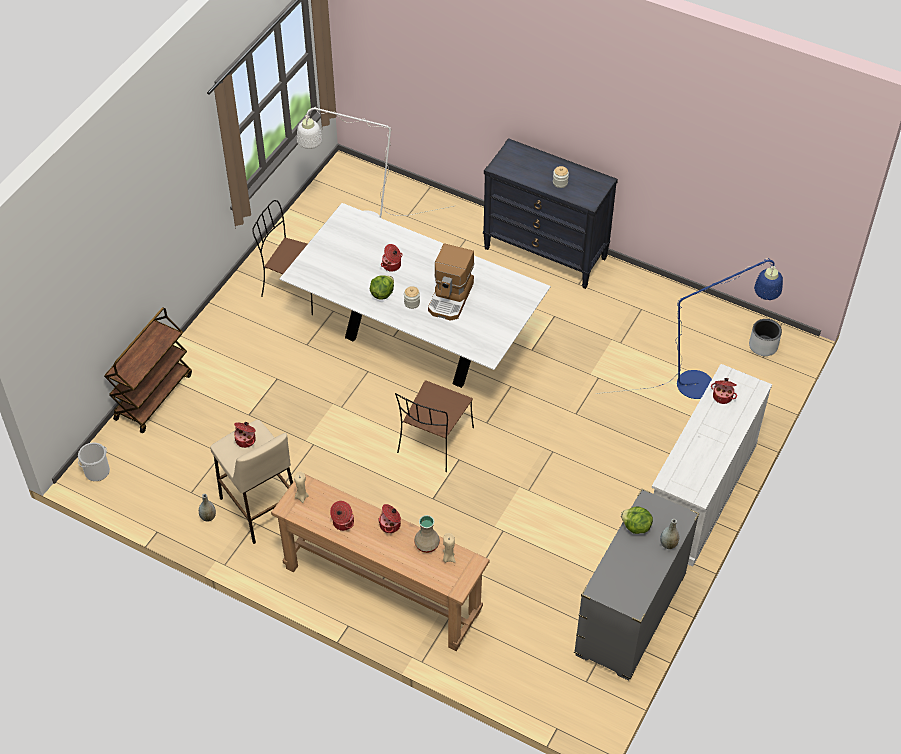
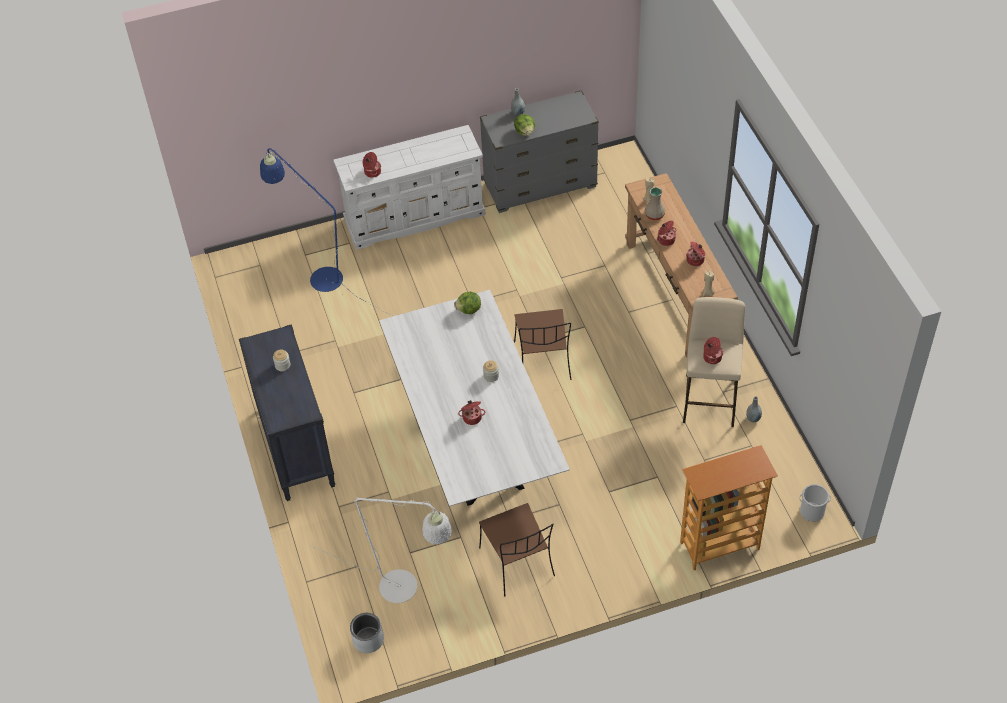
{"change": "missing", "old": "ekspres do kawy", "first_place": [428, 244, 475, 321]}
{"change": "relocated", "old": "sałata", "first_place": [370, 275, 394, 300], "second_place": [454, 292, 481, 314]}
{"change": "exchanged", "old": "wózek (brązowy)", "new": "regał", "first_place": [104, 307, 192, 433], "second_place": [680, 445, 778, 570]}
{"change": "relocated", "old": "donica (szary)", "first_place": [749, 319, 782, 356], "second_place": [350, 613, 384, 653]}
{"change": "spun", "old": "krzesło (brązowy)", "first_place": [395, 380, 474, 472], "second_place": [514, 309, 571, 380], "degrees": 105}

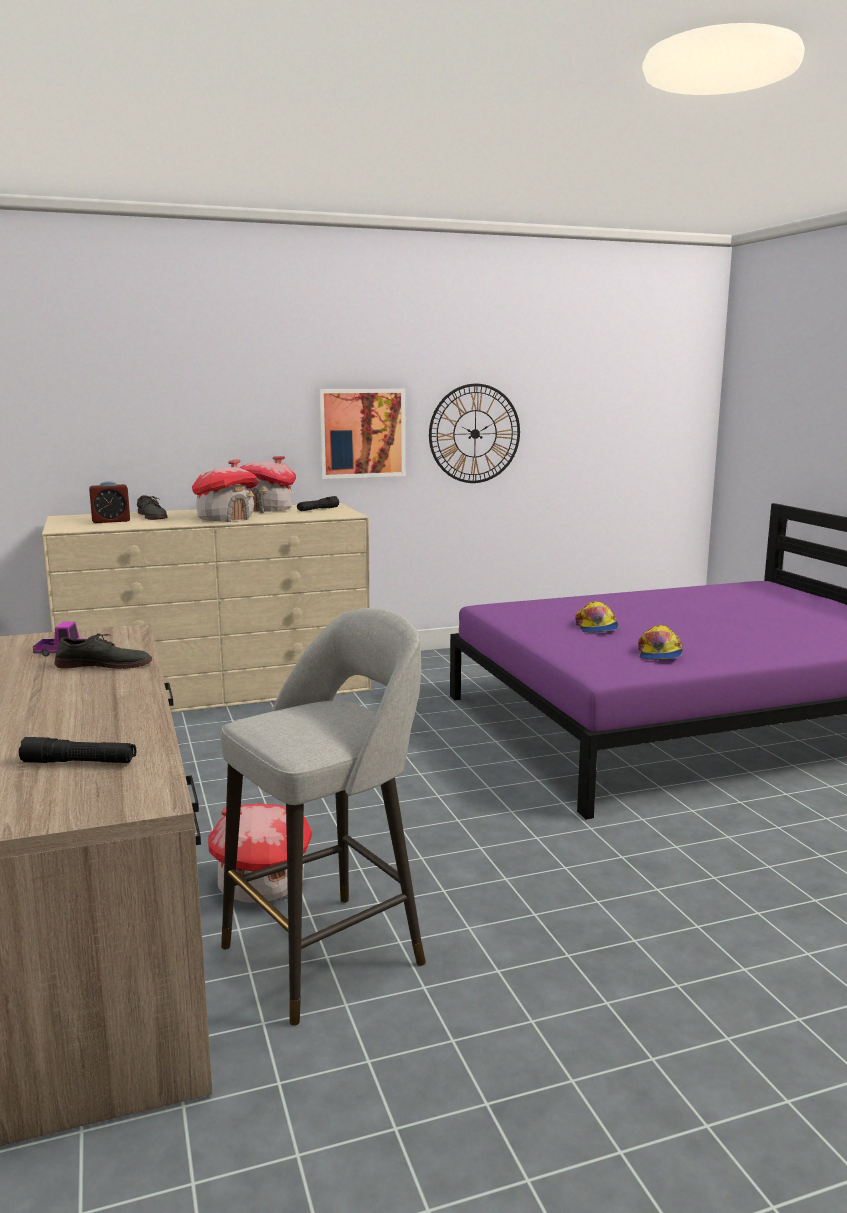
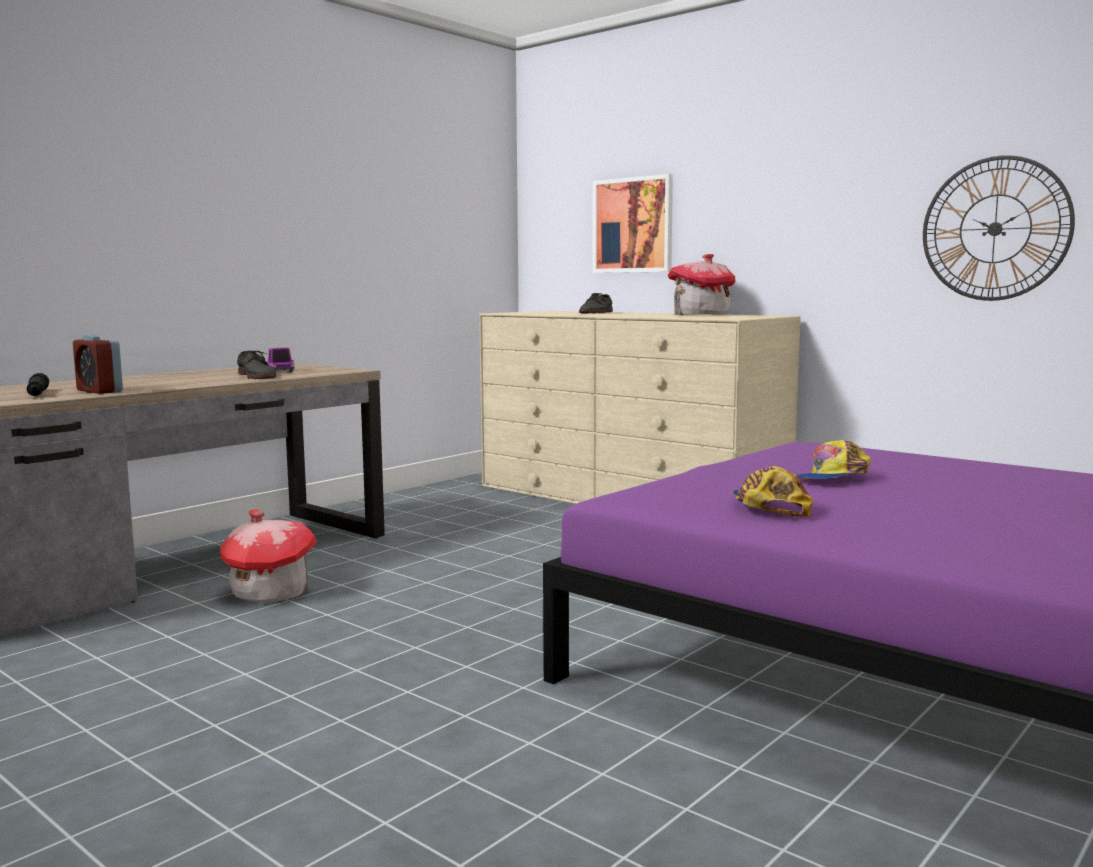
{"change": "relocated", "old": "obraz", "first_place": [319, 389, 405, 479], "second_place": [593, 174, 673, 273]}
{"change": "missing", "old": "domek", "first_place": [192, 459, 259, 522]}
{"change": "relocated", "old": "budzik", "first_place": [89, 481, 130, 523], "second_place": [73, 334, 123, 394]}
{"change": "missing", "old": "latarka (czarny)", "first_place": [297, 496, 339, 511]}
{"change": "missing", "old": "stołek (szary)", "first_place": [221, 608, 426, 1026]}
{"change": "spun", "old": "czapka z daszkiem", "first_place": [638, 625, 683, 660], "second_place": [733, 466, 813, 517], "degrees": 105}

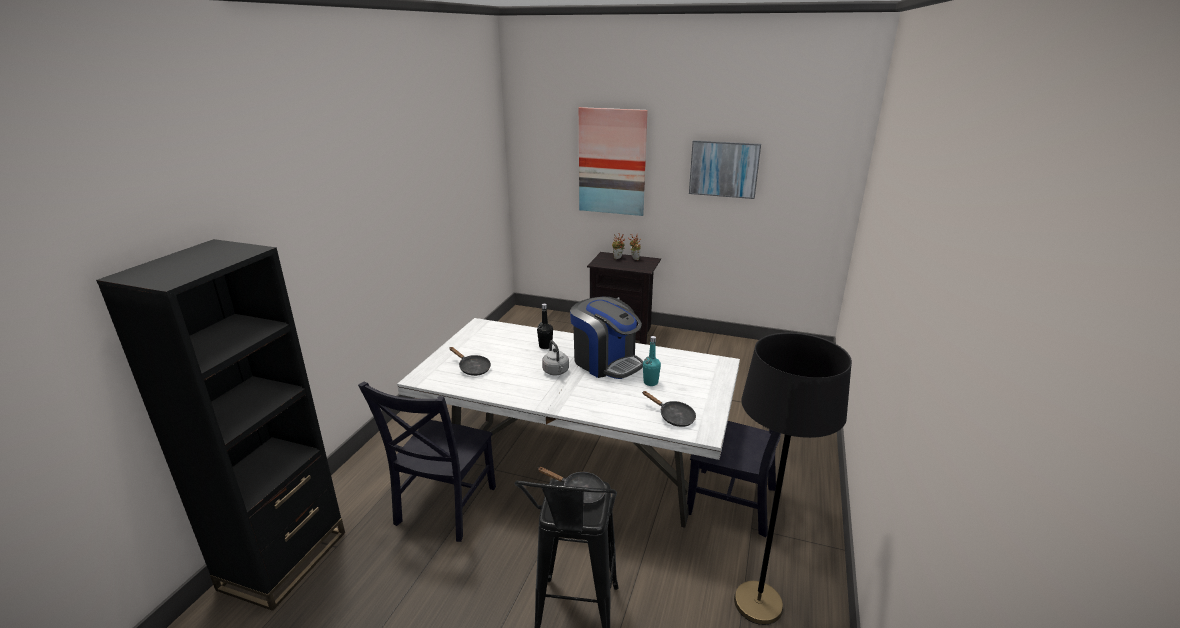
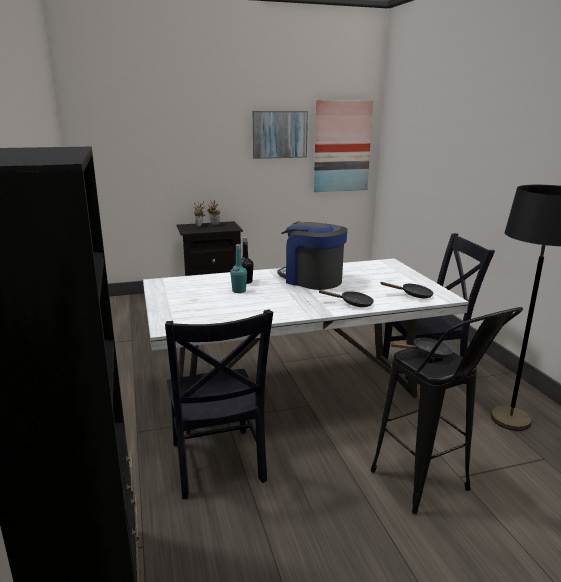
{"change": "relocated", "old": "obraz", "first_place": [579, 107, 648, 216], "second_place": [314, 100, 373, 192]}
{"change": "spun", "old": "ekspres do kawy", "first_place": [570, 297, 643, 379], "second_place": [277, 221, 347, 290], "degrees": -150}
{"change": "relocated", "old": "butelka (turkusowy)", "first_place": [643, 336, 661, 386], "second_place": [230, 244, 247, 293]}
{"change": "missing", "old": "czajnik (szary)", "first_place": [542, 340, 569, 375]}
{"change": "relocated", "old": "patelnia (czarny)", "first_place": [450, 347, 491, 376], "second_place": [318, 290, 374, 307]}

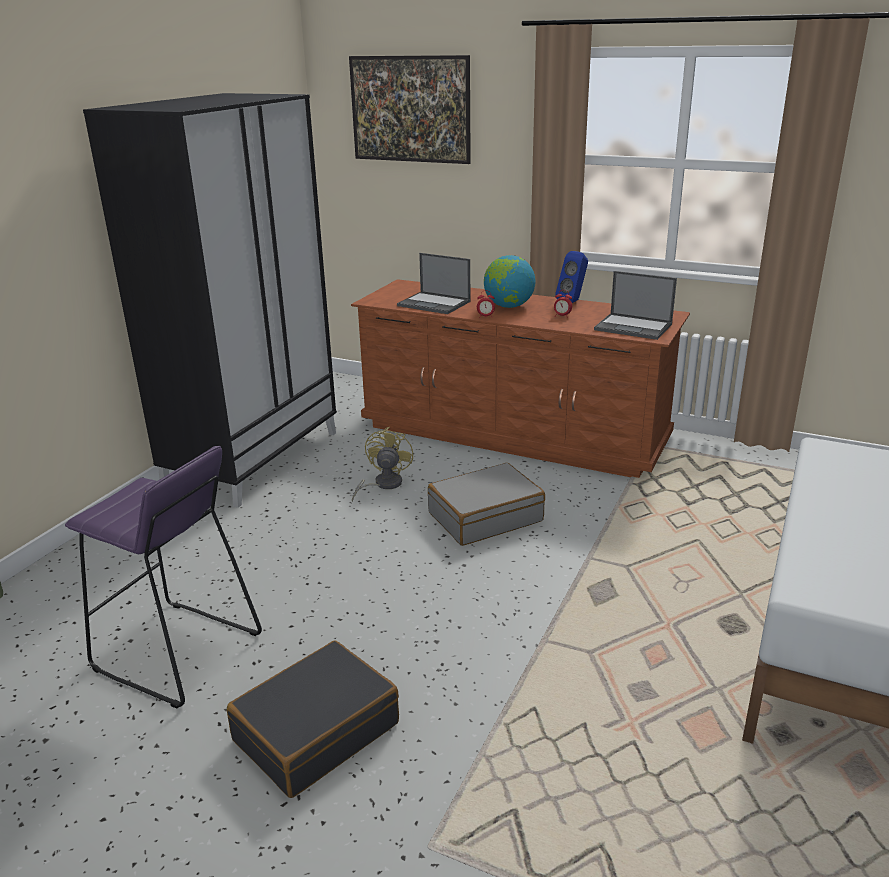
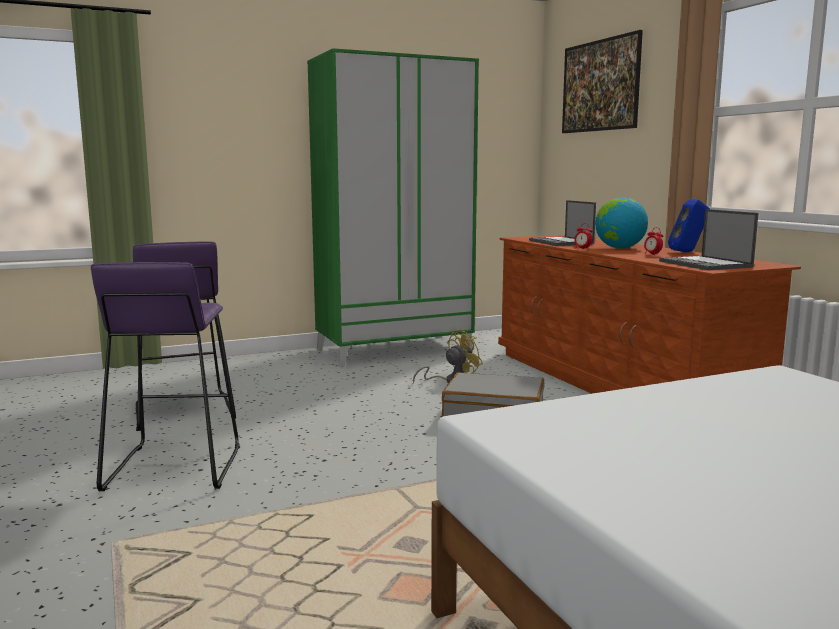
{"change": "colour", "old": "szafa (czarny)", "new": "szafa (zielony)", "first_place": [83, 93, 337, 508], "second_place": [307, 48, 479, 367]}
{"change": "exchanged", "old": "walizka (czarny)", "new": "stołek (fioletowy)", "first_place": [227, 641, 399, 798], "second_place": [91, 262, 240, 491]}

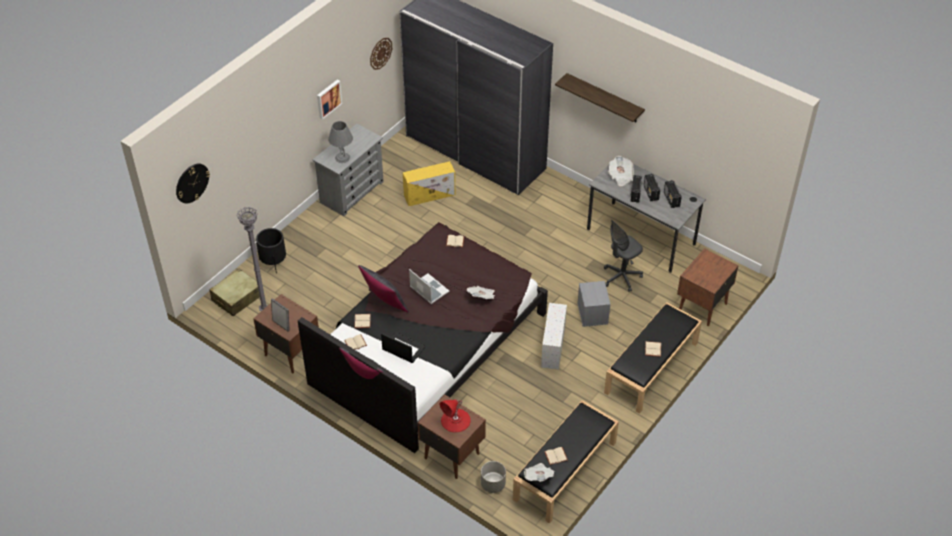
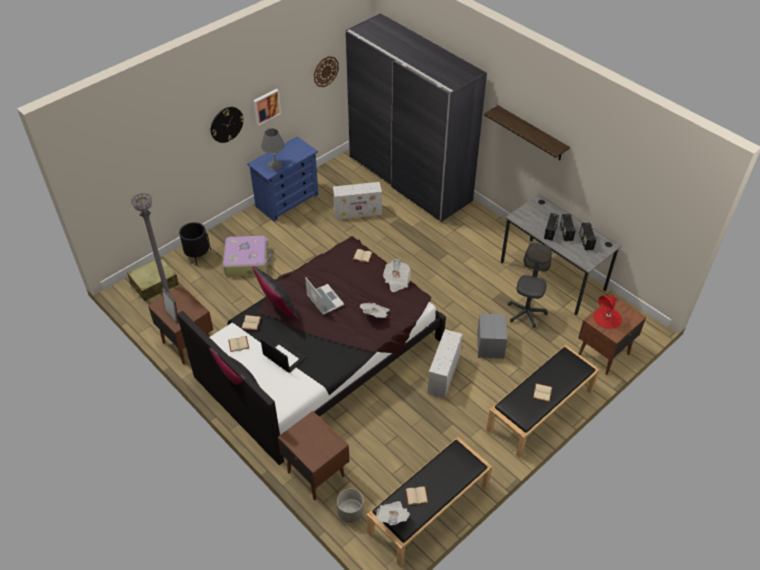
{"change": "colour", "old": "komoda (szary)", "new": "komoda (niebieski)", "first_place": [313, 124, 384, 216], "second_place": [247, 136, 319, 221]}
{"change": "relocated", "old": "gazeta", "first_place": [609, 156, 634, 187], "second_place": [383, 259, 411, 292]}
{"change": "colour", "old": "pojemnik do przechowywania (żółty)", "new": "pojemnik do przechowywania (biały)", "first_place": [403, 161, 455, 206], "second_place": [333, 182, 382, 220]}
{"change": "relocated", "old": "zegar ścienny", "first_place": [176, 163, 210, 203], "second_place": [211, 107, 244, 143]}
{"change": "spun", "old": "krzesło biurowe (szary)", "first_place": [604, 220, 643, 292], "second_place": [508, 242, 551, 327], "degrees": 135}
{"change": "relocated", "old": "lampa stołowa (czerwony)", "first_place": [440, 399, 471, 433], "second_place": [594, 295, 622, 329]}
{"change": "appeared", "new": "walizka", "second_place": [223, 236, 272, 276]}

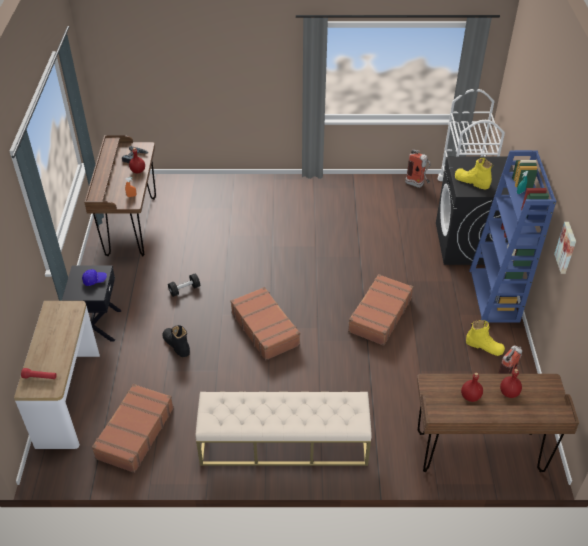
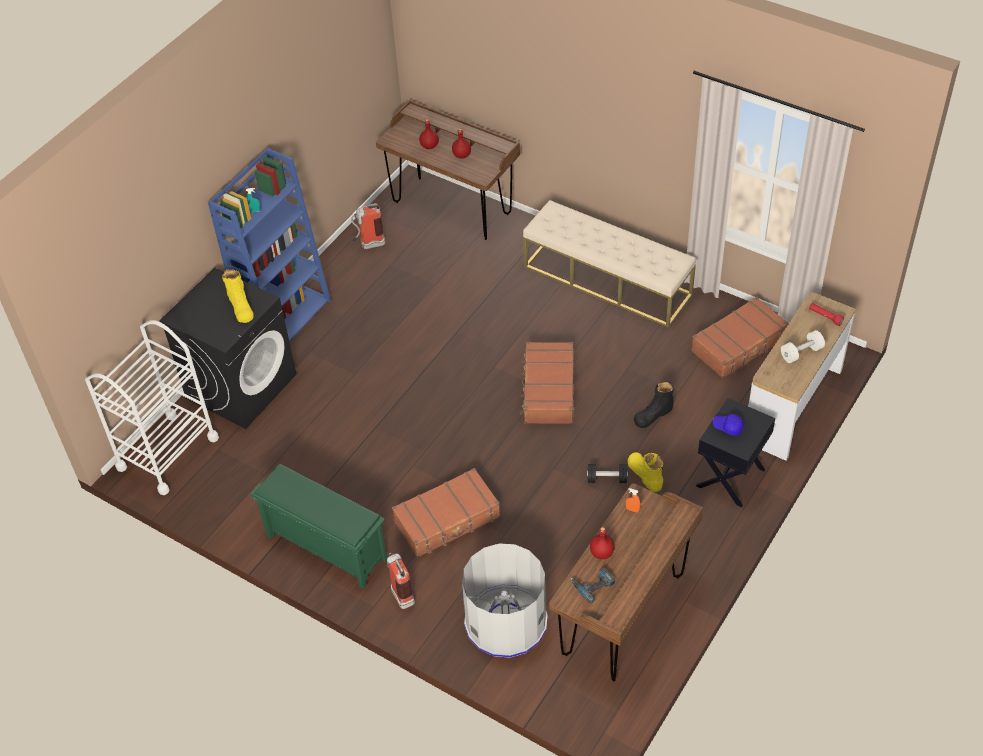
{"change": "relocated", "old": "gaśnica", "first_place": [405, 149, 431, 188], "second_place": [387, 553, 415, 609]}
{"change": "missing", "old": "obraz", "first_place": [554, 222, 576, 274]}
{"change": "relocated", "old": "walizka (brązowy)", "first_place": [348, 274, 413, 346], "second_place": [392, 468, 500, 558]}
{"change": "relocated", "old": "but z cholewką (żółty)", "first_place": [466, 320, 505, 356], "second_place": [628, 452, 663, 492]}
{"change": "spun", "old": "but z cholewką (czarny)", "first_place": [162, 325, 190, 357], "second_place": [634, 382, 673, 428], "degrees": 60}
{"change": "appeared", "new": "hantel (biały)", "second_place": [781, 330, 825, 363]}
{"change": "appeared", "new": "regał na buty (zielony)", "second_place": [250, 464, 387, 589]}
{"change": "appeared", "new": "kosz na śmieci (szary)", "second_place": [462, 543, 548, 658]}

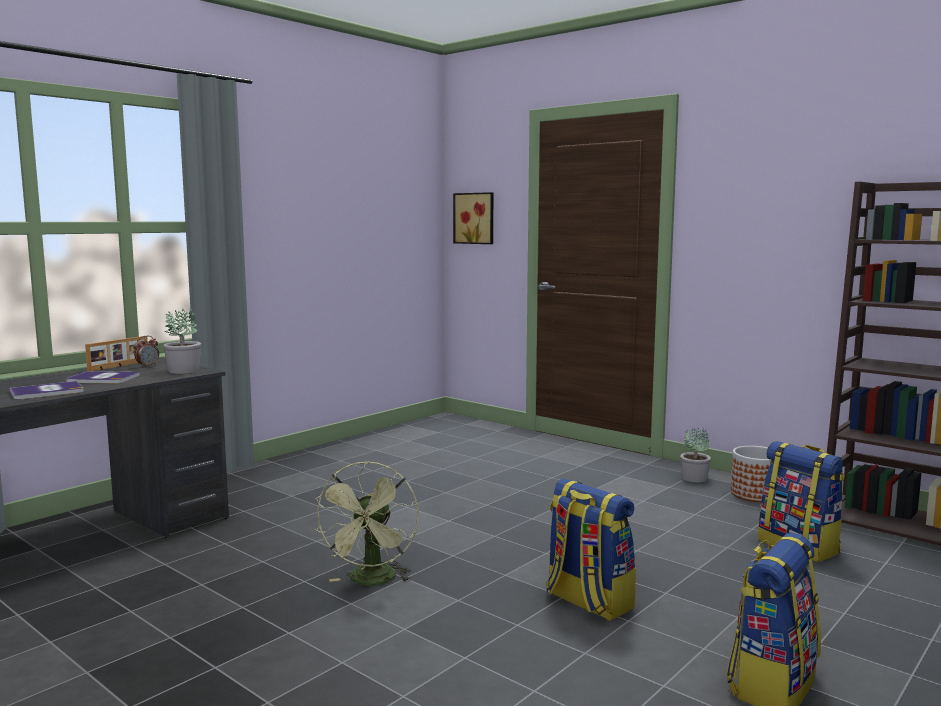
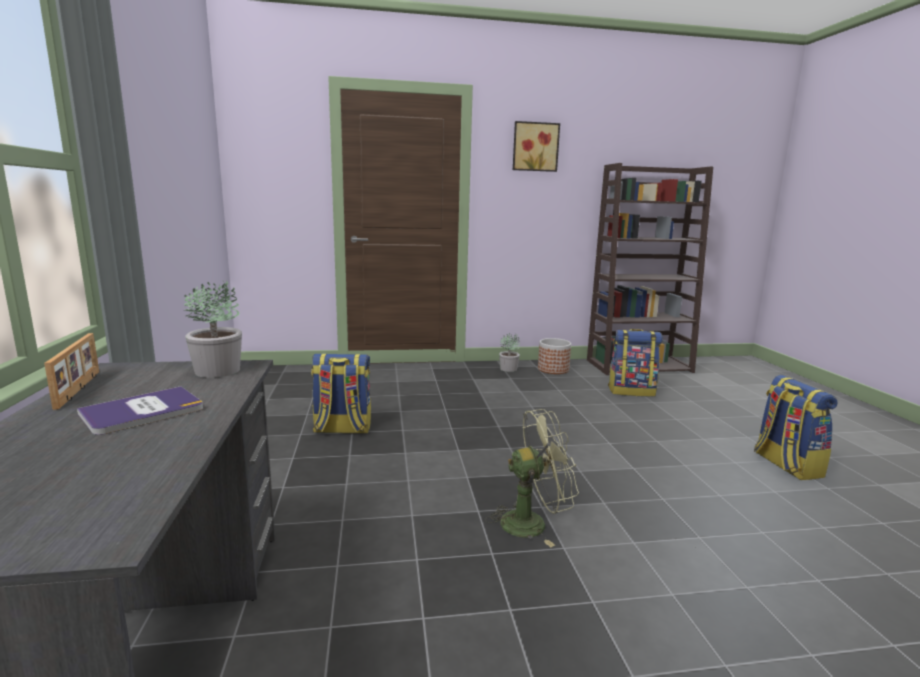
{"change": "relocated", "old": "obraz", "first_place": [453, 192, 493, 244], "second_place": [513, 121, 560, 172]}
{"change": "missing", "old": "budzik", "first_place": [134, 336, 159, 368]}
{"change": "missing", "old": "książka", "first_place": [10, 381, 84, 399]}
{"change": "spun", "old": "wentylator (zielony)", "first_place": [314, 461, 419, 586], "second_place": [485, 409, 579, 547], "degrees": -60}
{"change": "relocated", "old": "plecak", "first_place": [547, 479, 636, 621], "second_place": [311, 354, 371, 433]}

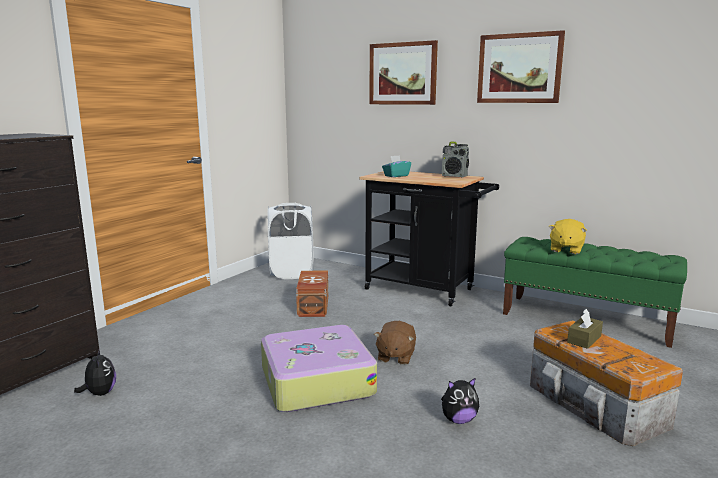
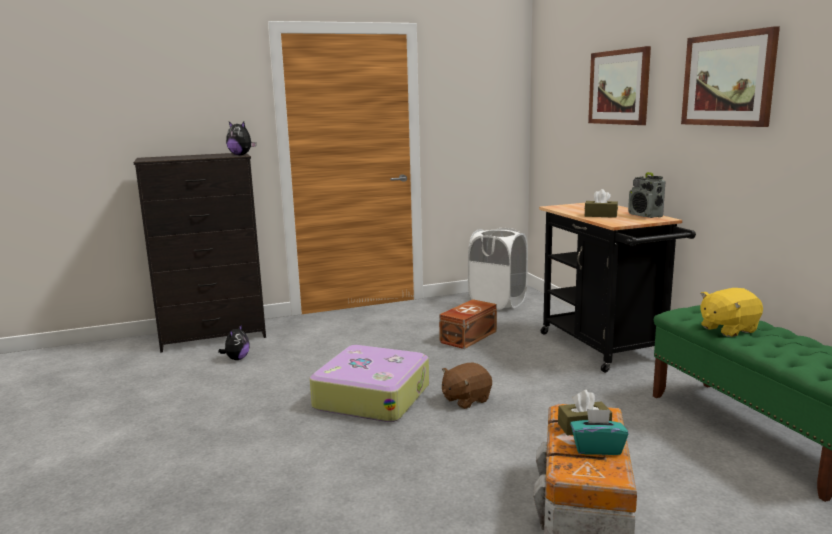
{"change": "relocated", "old": "pudełko chusteczek (turkusowy)", "first_place": [382, 155, 411, 177], "second_place": [570, 409, 628, 455]}
{"change": "relocated", "old": "pluszak", "first_place": [441, 378, 479, 424], "second_place": [226, 122, 256, 155]}
{"change": "appeared", "new": "pudełko chusteczek (brązowy)", "second_place": [584, 189, 618, 218]}

